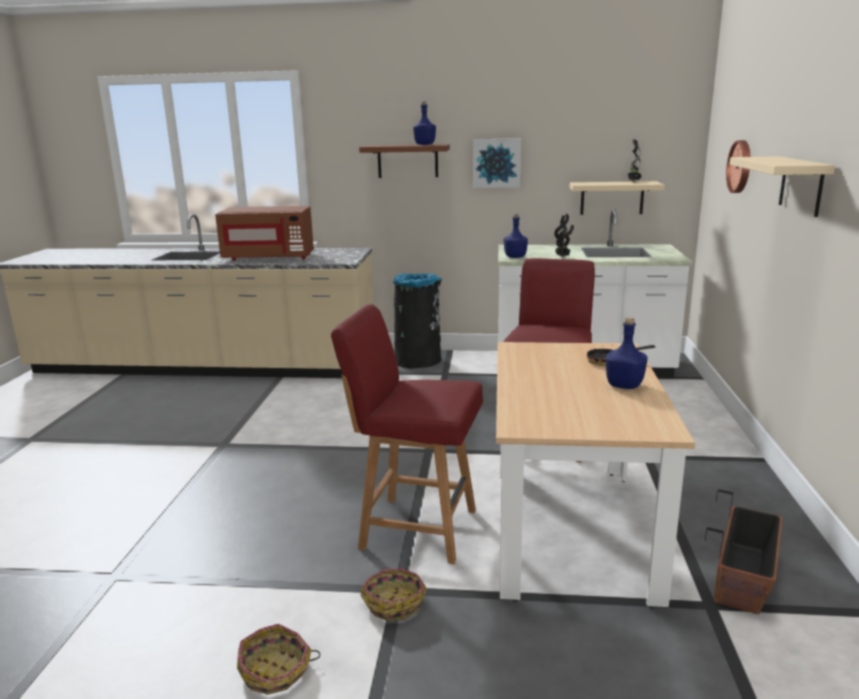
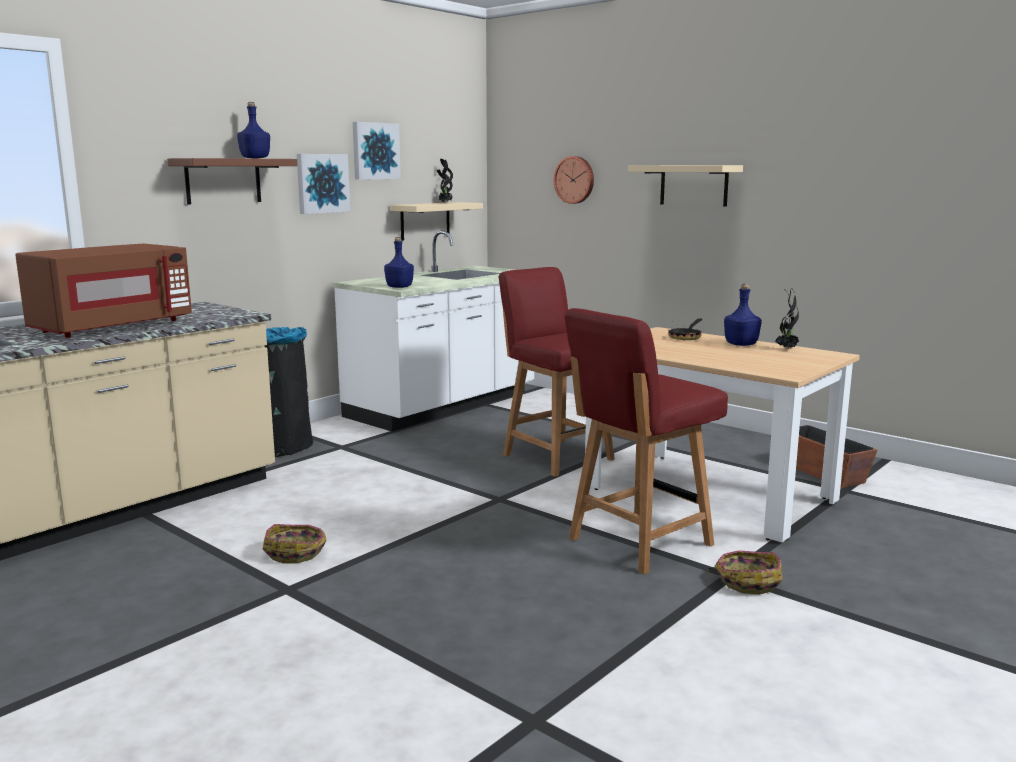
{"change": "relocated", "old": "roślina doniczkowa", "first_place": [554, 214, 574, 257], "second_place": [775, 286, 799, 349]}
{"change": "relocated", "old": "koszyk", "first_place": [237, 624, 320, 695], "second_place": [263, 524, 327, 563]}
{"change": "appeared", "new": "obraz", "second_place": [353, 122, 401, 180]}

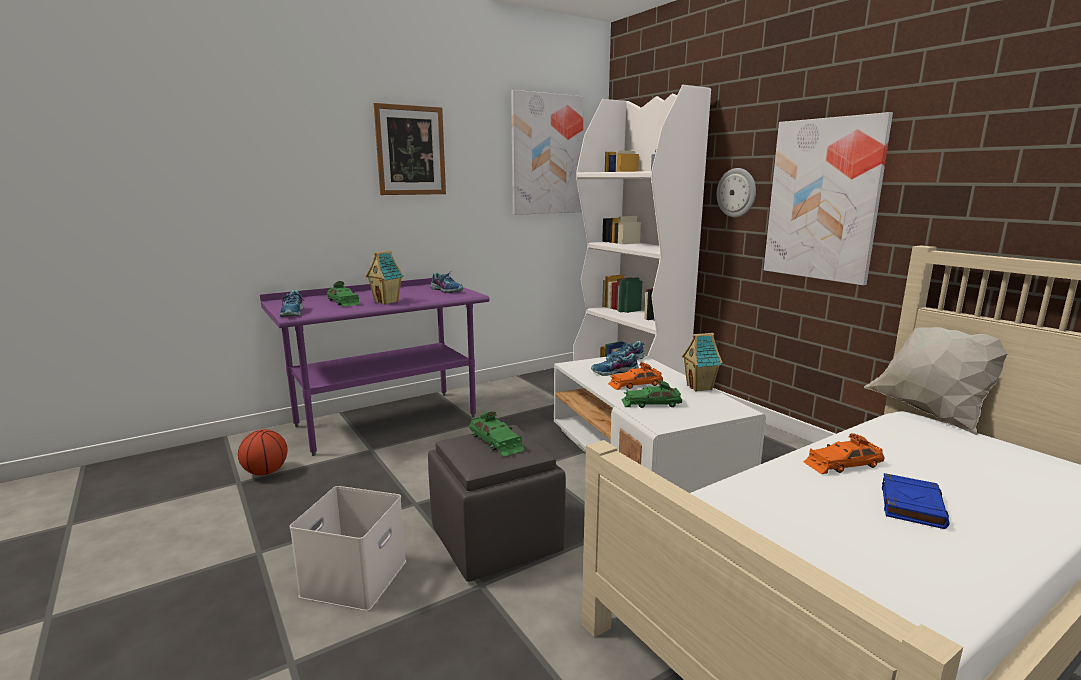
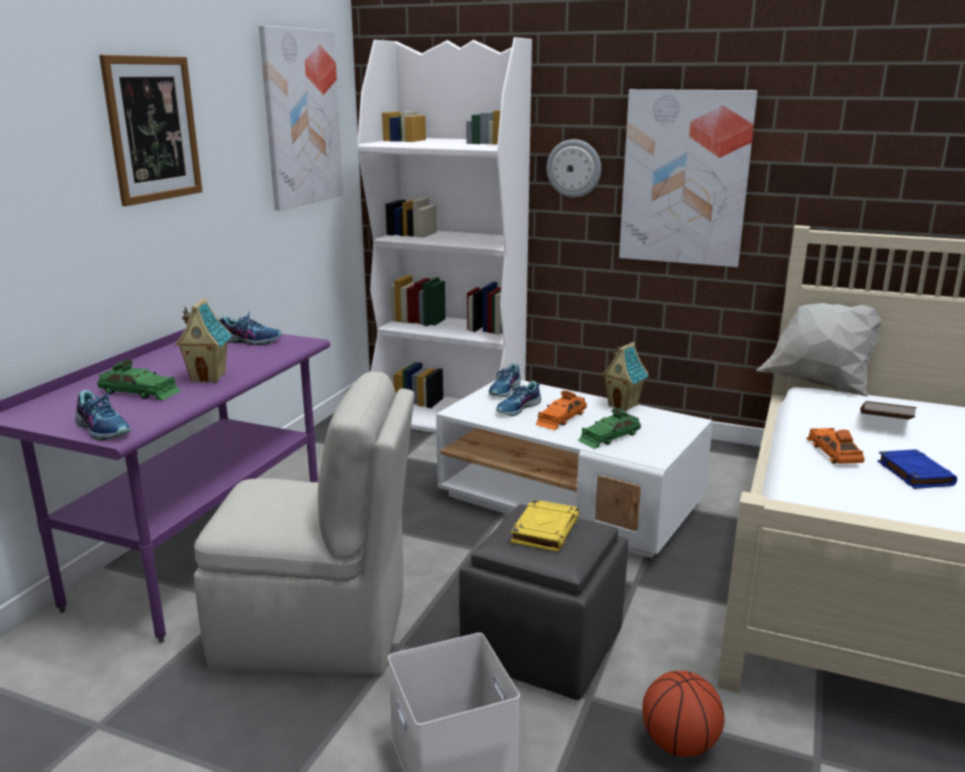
{"change": "exchanged", "old": "samochodzik (zielony)", "new": "książka (żółty)", "first_place": [469, 411, 525, 457], "second_place": [511, 499, 579, 552]}
{"change": "relocated", "old": "piłka do koszykówki", "first_place": [238, 429, 287, 475], "second_place": [642, 671, 724, 757]}
{"change": "spun", "old": "samochodzik (pomarańczowy)", "first_place": [803, 433, 885, 474], "second_place": [807, 428, 865, 464], "degrees": 135}
{"change": "appeared", "new": "krzesło (beżowy)", "second_place": [194, 371, 415, 675]}
{"change": "appeared", "new": "książka (brązowy)", "second_place": [860, 401, 917, 419]}

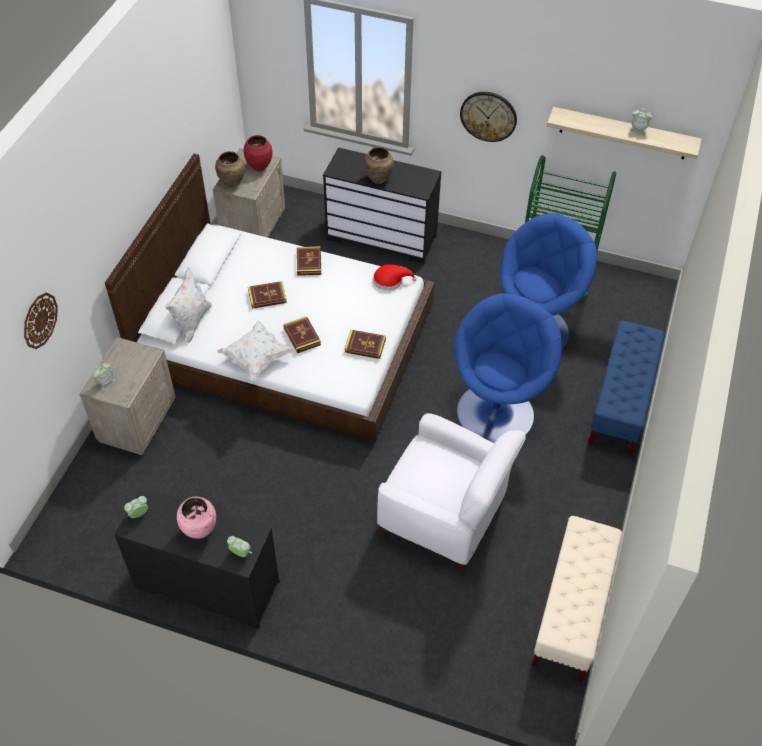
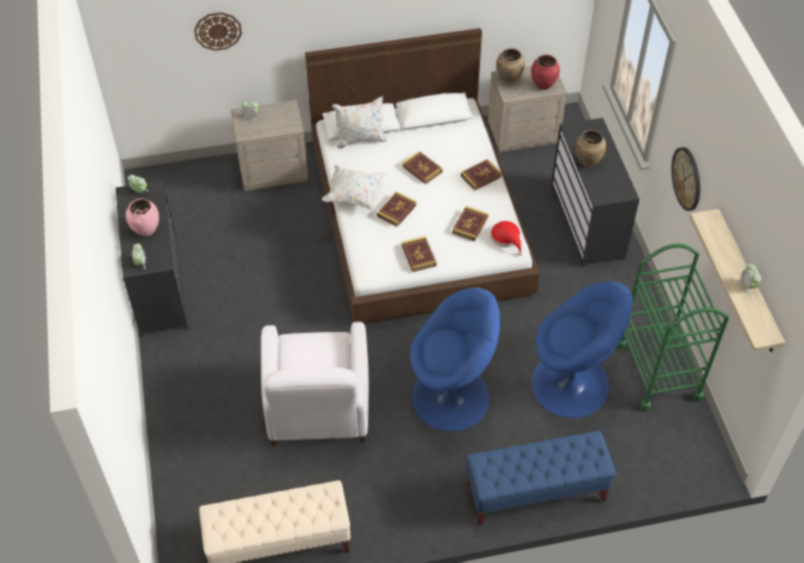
{"change": "appeared", "new": "książka", "second_place": [452, 206, 489, 241]}

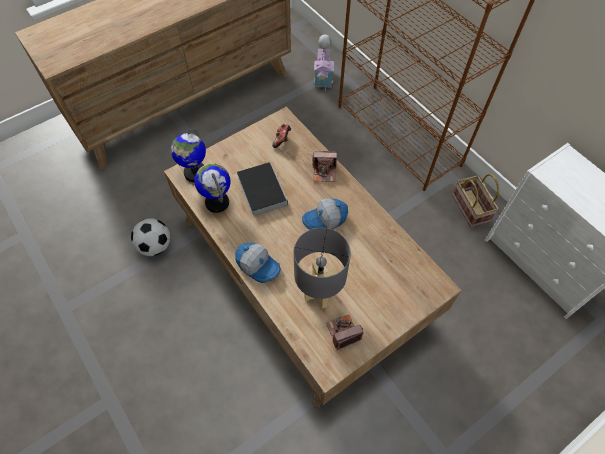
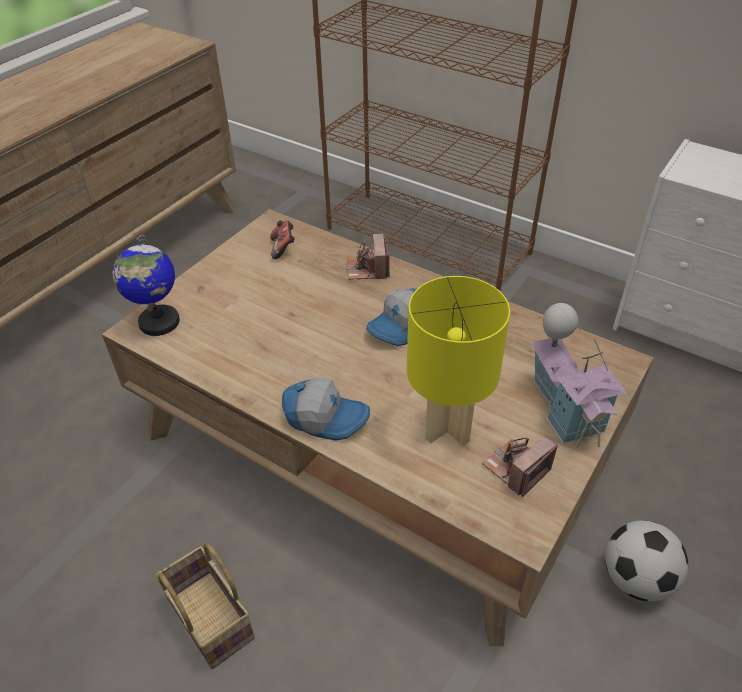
{"change": "relocated", "old": "domek", "first_place": [314, 34, 334, 91], "second_place": [531, 303, 626, 448]}
{"change": "spun", "old": "aparat fotograficzny", "first_place": [312, 151, 337, 182], "second_place": [347, 233, 390, 280], "degrees": 105}
{"change": "missing", "old": "książka", "first_place": [237, 161, 288, 216]}
{"change": "missing", "old": "globus", "first_place": [194, 163, 231, 213]}
{"change": "relocated", "old": "koszyk", "first_place": [452, 173, 499, 228], "second_place": [155, 543, 255, 669]}
{"change": "relocated", "old": "piłka futbolowa", "first_place": [131, 218, 170, 256], "second_place": [605, 520, 688, 601]}
{"change": "colour", "old": "lampa stołowa (szary)", "new": "lampa stołowa (żółty)", "first_place": [294, 227, 351, 309], "second_place": [407, 276, 510, 446]}

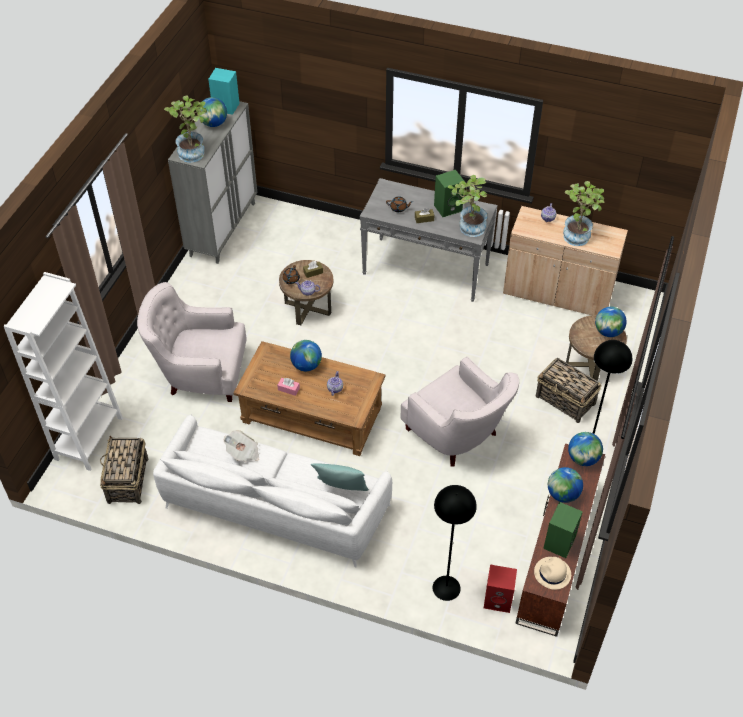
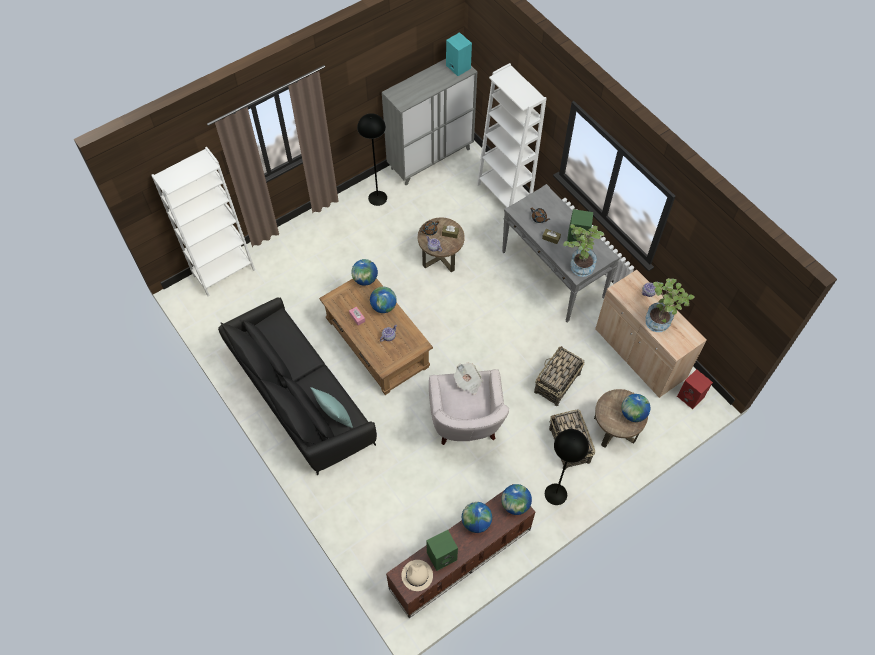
{"change": "missing", "old": "roślina doniczkowa", "first_place": [164, 95, 207, 163]}
{"change": "relocated", "old": "globus", "first_place": [199, 97, 227, 127], "second_place": [351, 259, 378, 286]}
{"change": "missing", "old": "fotel (biały)", "first_place": [137, 282, 246, 402]}
{"change": "colour", "old": "kanapa (biały)", "new": "kanapa (czarny)", "first_place": [153, 414, 392, 567], "second_place": [218, 297, 377, 475]}
{"change": "relocated", "old": "gazeta", "first_place": [224, 430, 259, 462], "second_place": [454, 363, 483, 395]}
{"change": "relocated", "old": "koszyk", "first_place": [100, 436, 148, 504], "second_place": [534, 346, 585, 406]}
{"change": "relocated", "old": "lampa stojąca (czarny)", "first_place": [433, 485, 477, 601], "second_place": [357, 113, 387, 206]}
{"change": "relocated", "old": "głośnik (czerwony)", "first_place": [484, 565, 517, 613], "second_place": [677, 369, 713, 409]}
{"change": "appeared", "new": "regał (biały)", "second_place": [477, 63, 547, 208]}

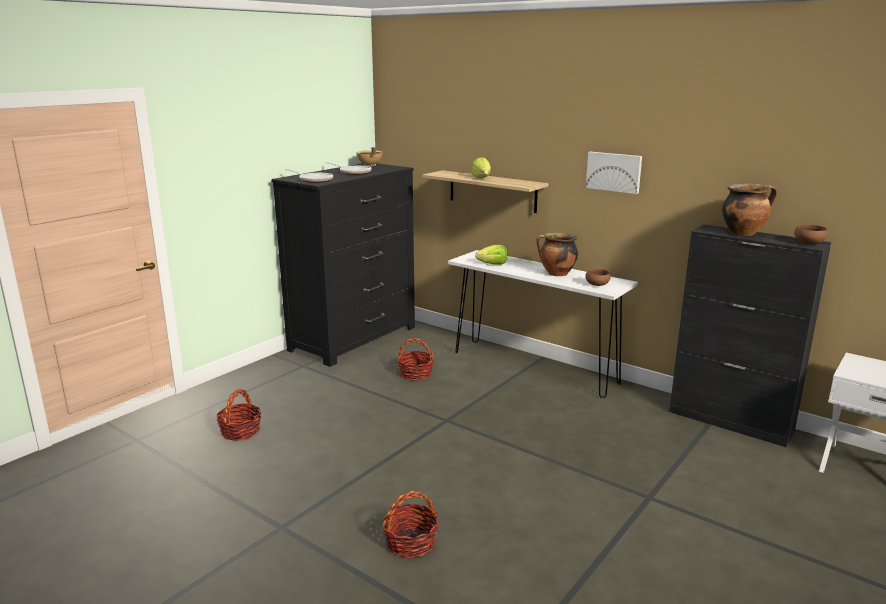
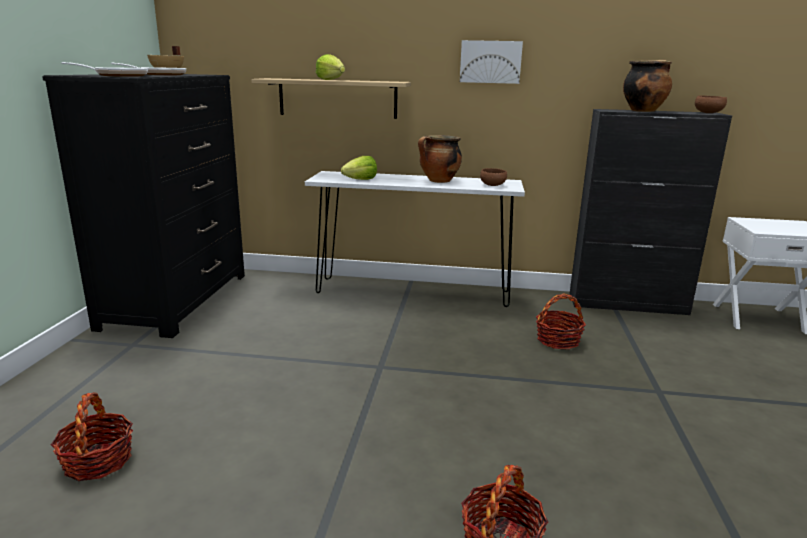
{"change": "relocated", "old": "koszyk", "first_place": [397, 338, 434, 381], "second_place": [536, 294, 586, 349]}

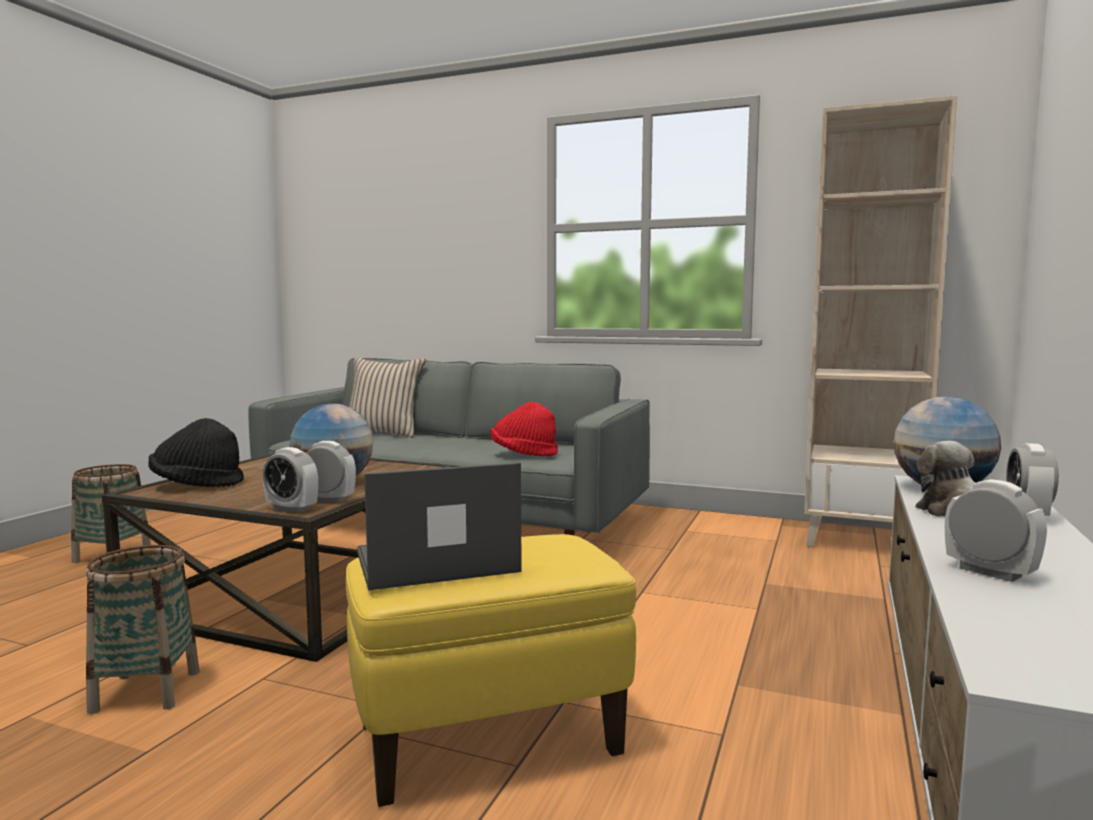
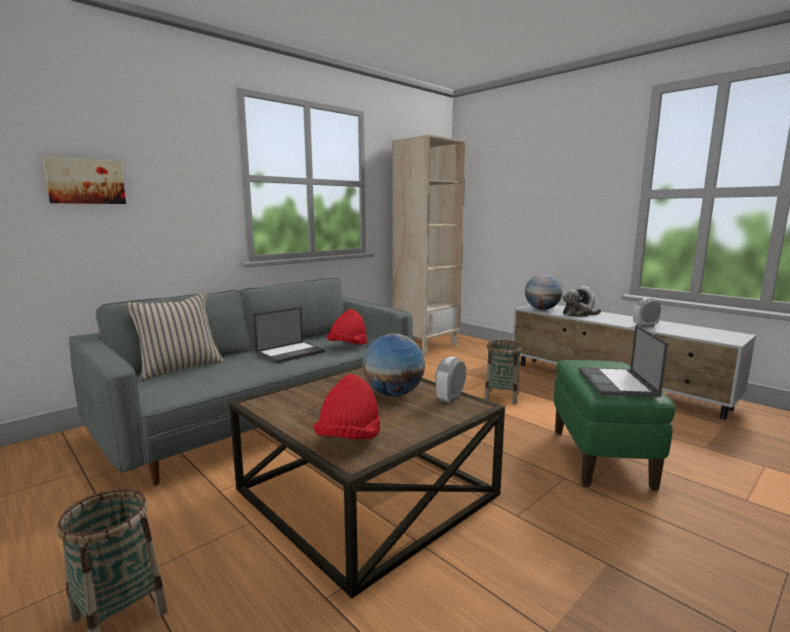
{"change": "colour", "old": "kapelusz (czarny)", "new": "kapelusz (czerwony)", "first_place": [148, 418, 244, 487], "second_place": [314, 374, 380, 439]}
{"change": "missing", "old": "budzik", "first_place": [262, 447, 318, 513]}
{"change": "colour", "old": "pufa (żółty)", "new": "pufa (zielony)", "first_place": [346, 534, 636, 807], "second_place": [554, 360, 675, 491]}
{"change": "relocated", "old": "koszyk", "first_place": [86, 545, 200, 714], "second_place": [484, 340, 522, 405]}
{"change": "appeared", "new": "obraz", "second_place": [43, 156, 126, 204]}
{"change": "appeared", "new": "laptop", "second_place": [253, 307, 325, 364]}

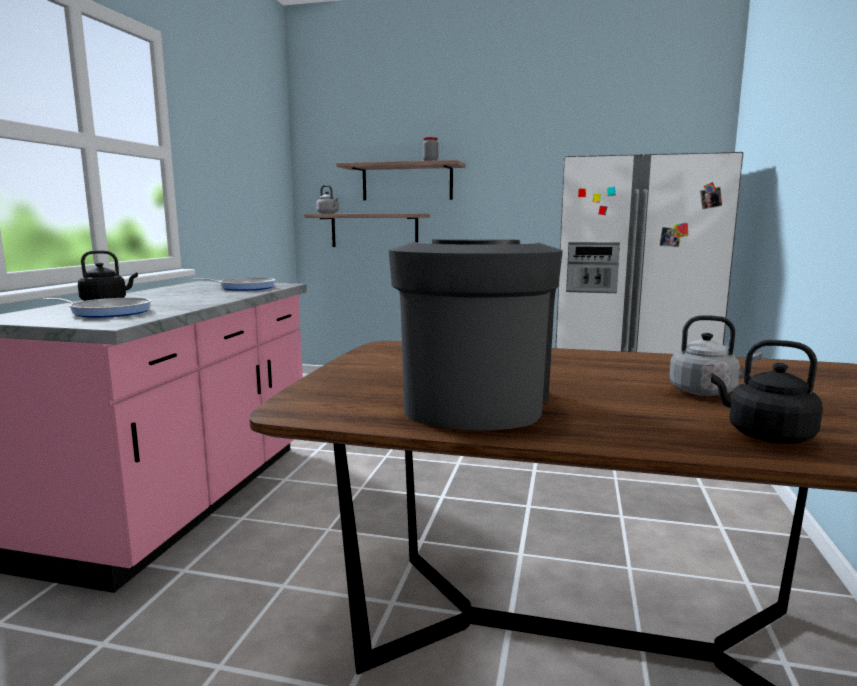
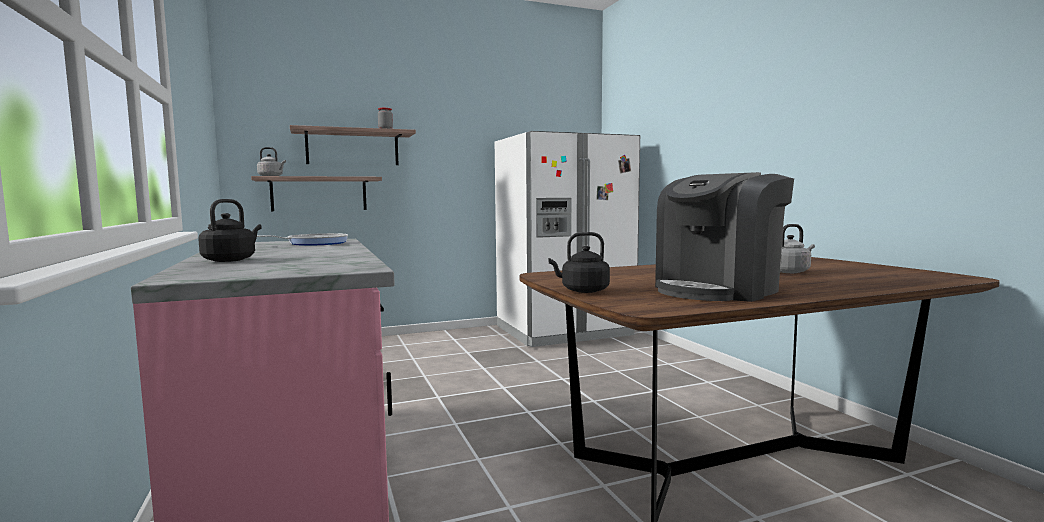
{"change": "spun", "old": "ekspres do kawy", "first_place": [388, 239, 563, 431], "second_place": [655, 172, 794, 302], "degrees": -105}
{"change": "missing", "old": "patelnia", "first_place": [43, 298, 151, 318]}
{"change": "relocated", "old": "czajnik (czarny)", "first_place": [711, 340, 823, 444], "second_place": [548, 232, 610, 293]}

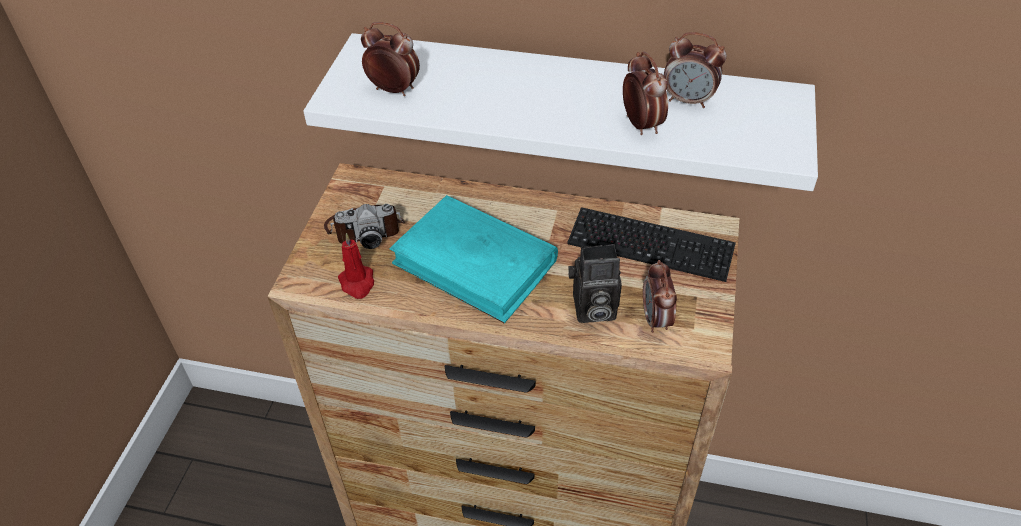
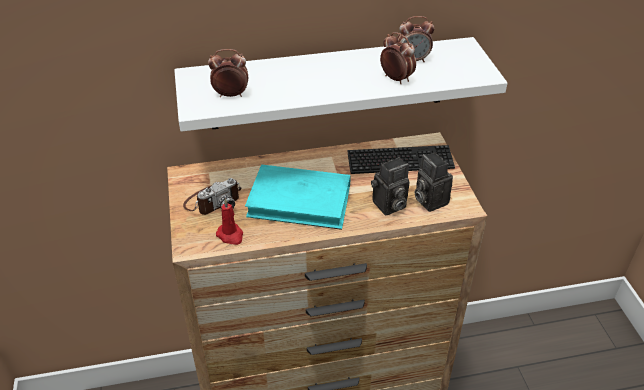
{"change": "exchanged", "old": "budzik", "new": "aparat fotograficzny", "first_place": [643, 260, 677, 333], "second_place": [414, 152, 453, 212]}

